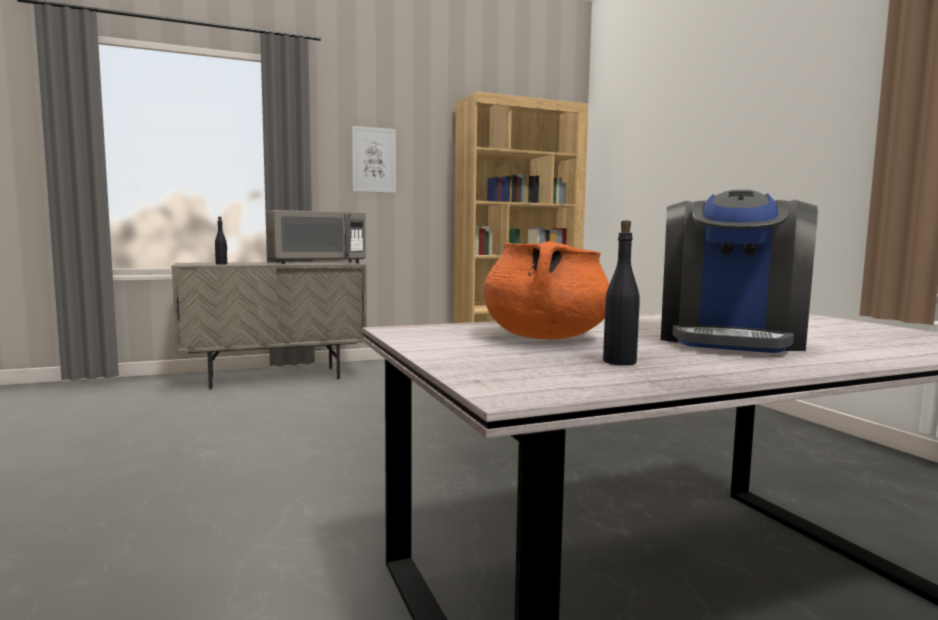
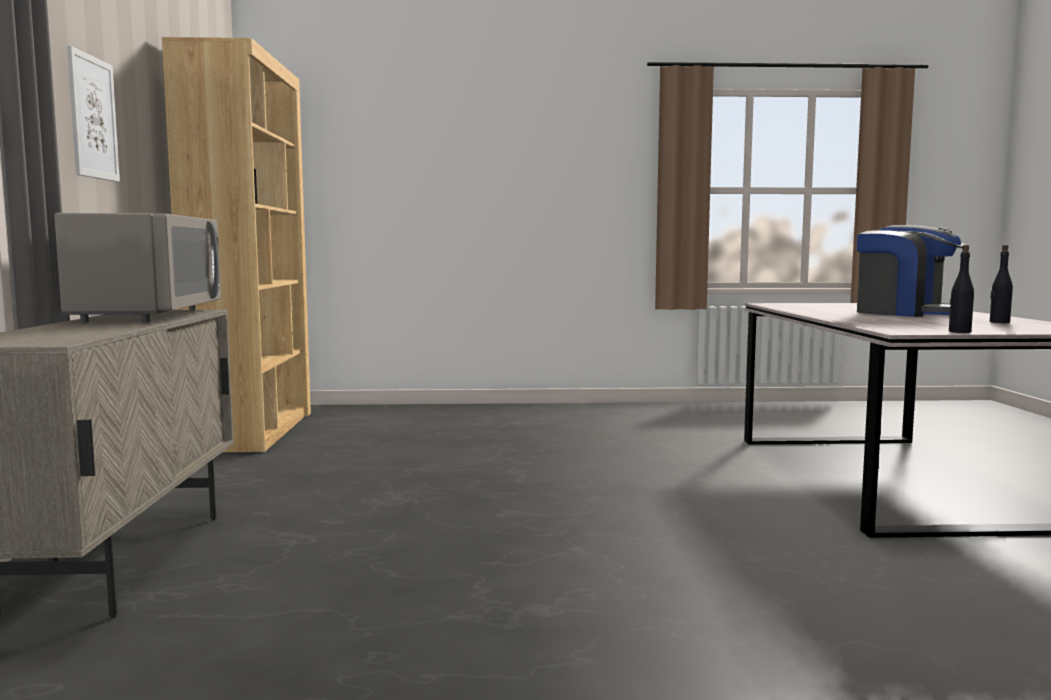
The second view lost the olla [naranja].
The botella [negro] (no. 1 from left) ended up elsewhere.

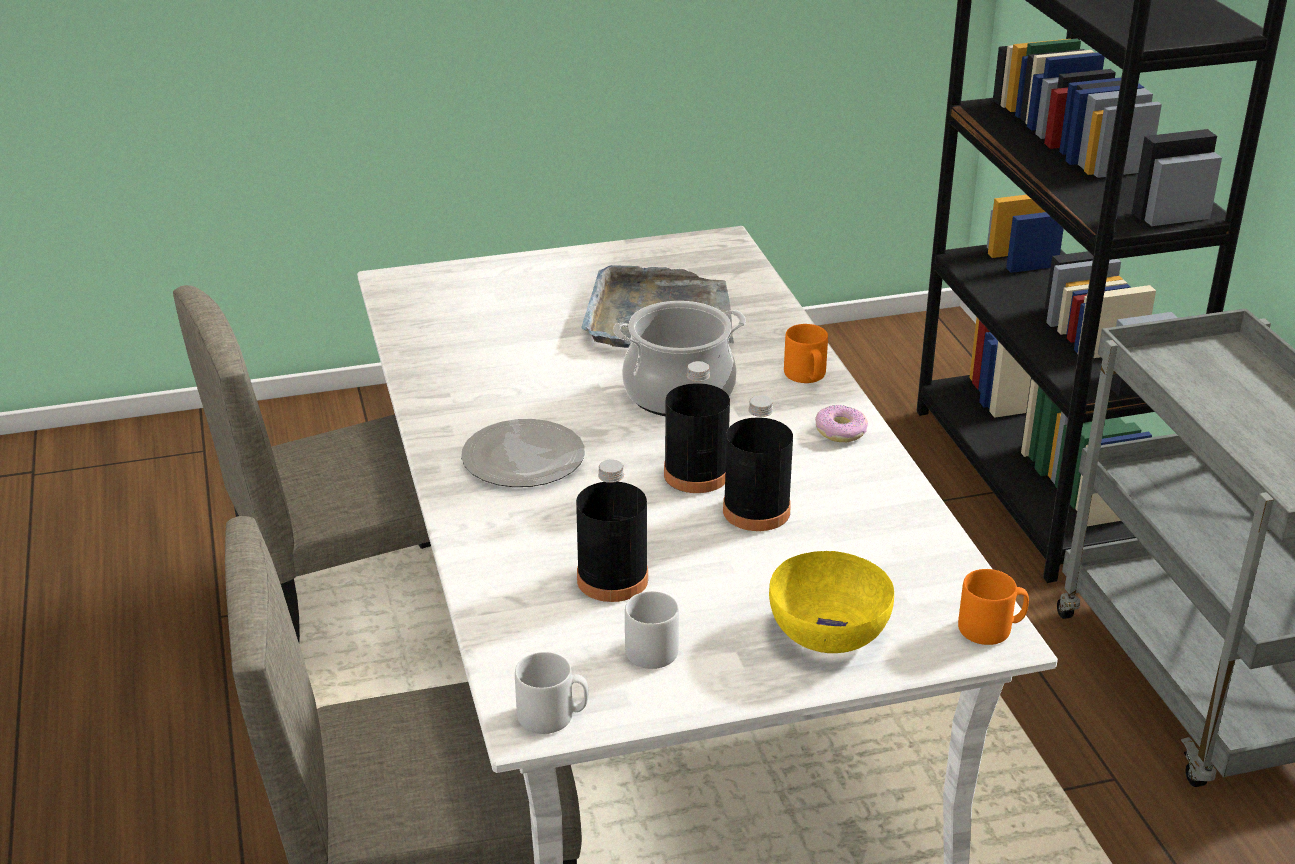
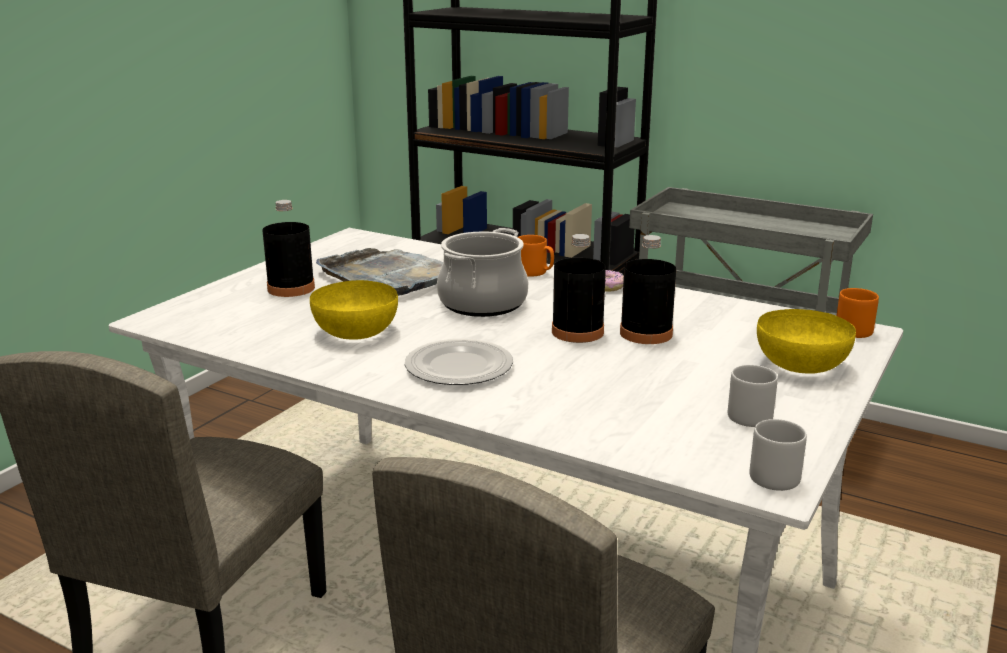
The second view gained the cuenco [amarillo] (no. 1 from left).
The botella [negro] (no. 1 from left) ended up elsewhere.

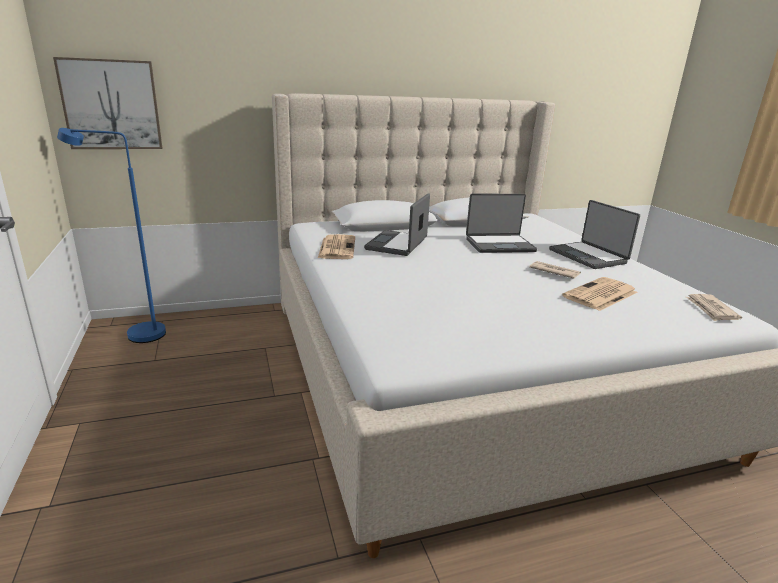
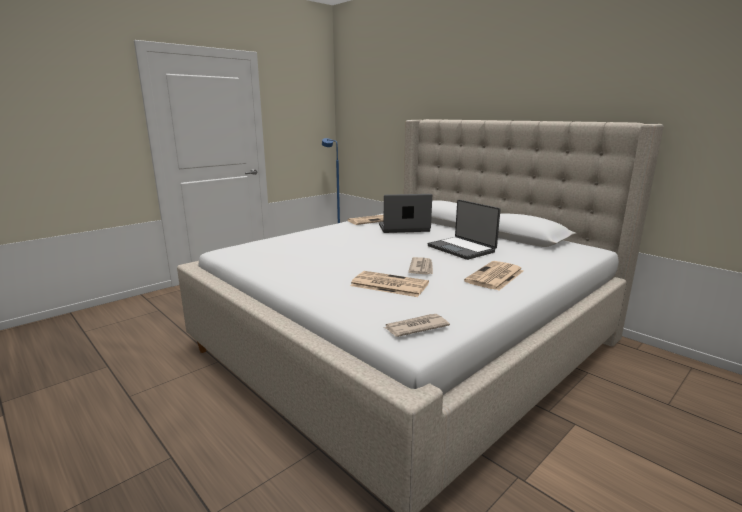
The second view lost the cuadro.
Where the portátil (no. 3 from left) stood, the periódico (no. 5 from left) came to stand.

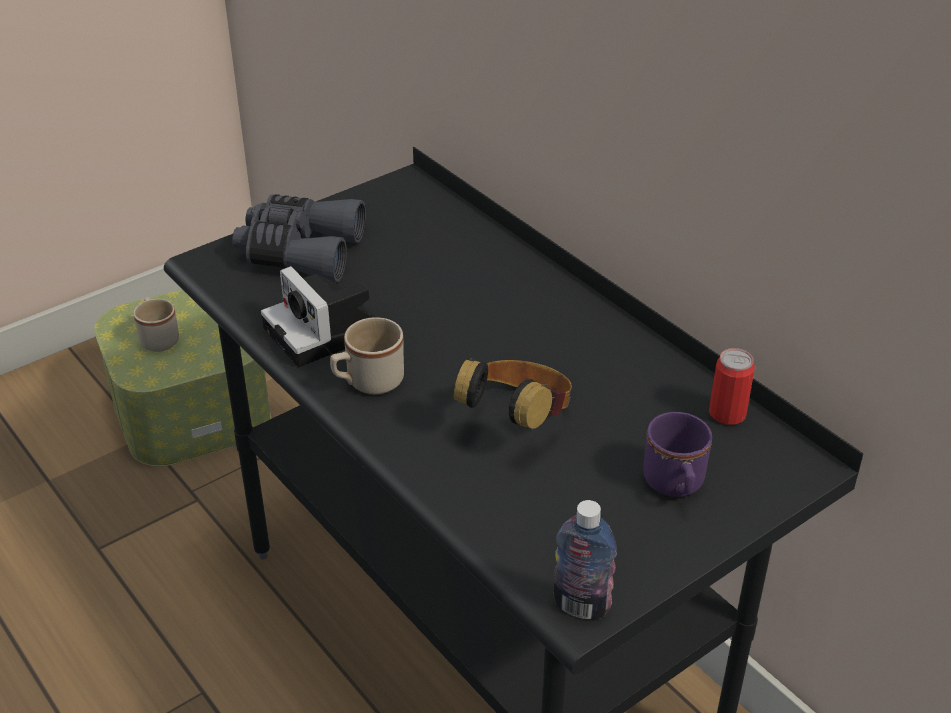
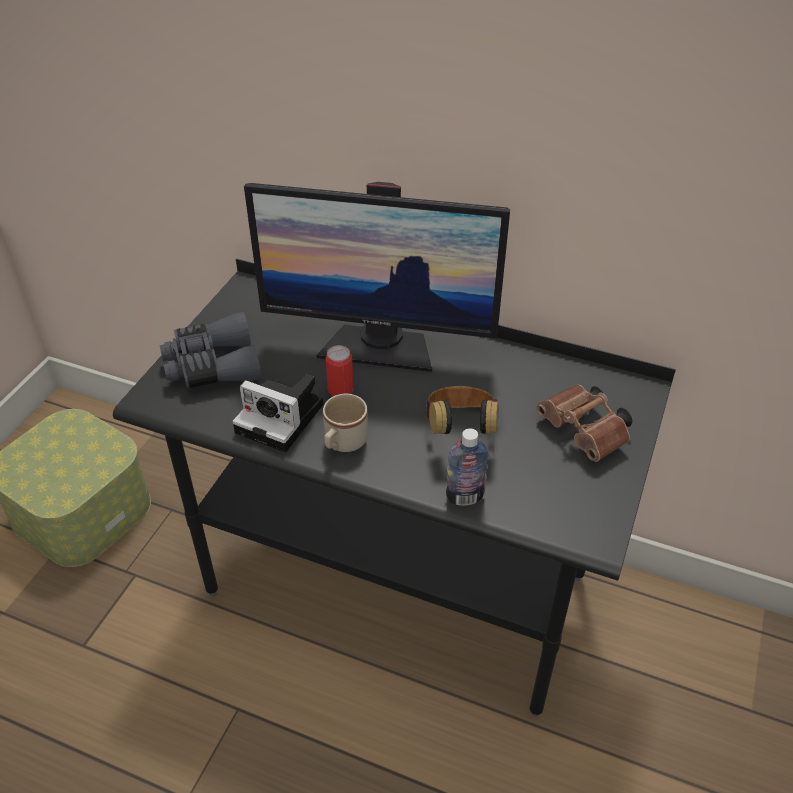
The second view lost the taza grande [beis] (no. 1 from left).
The second view gained the monitor.
The botella ended up elsewhere.
The lata ended up elsewhere.
Where the taza grande [morado] stood, the prismáticos [marrón] came to stand.

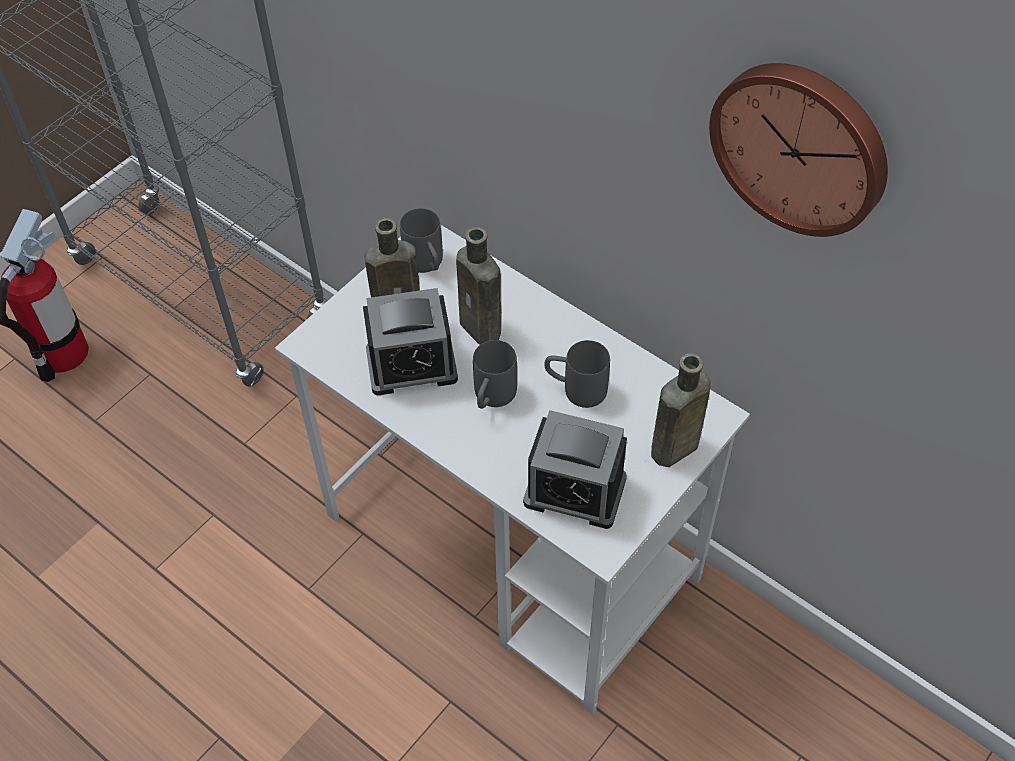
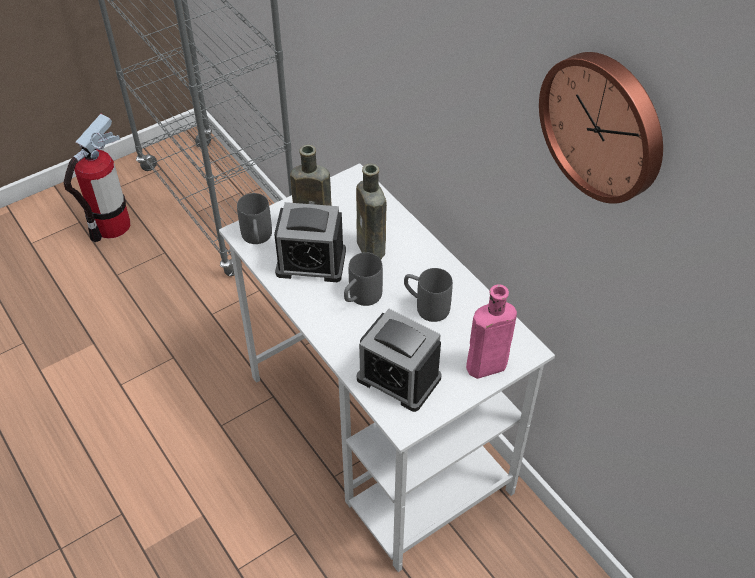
The taza grande [gris] (no. 1 from left) ended up elsewhere.
What was the botella [marrón] (no. 3 from left) turned into the botella [rosa].

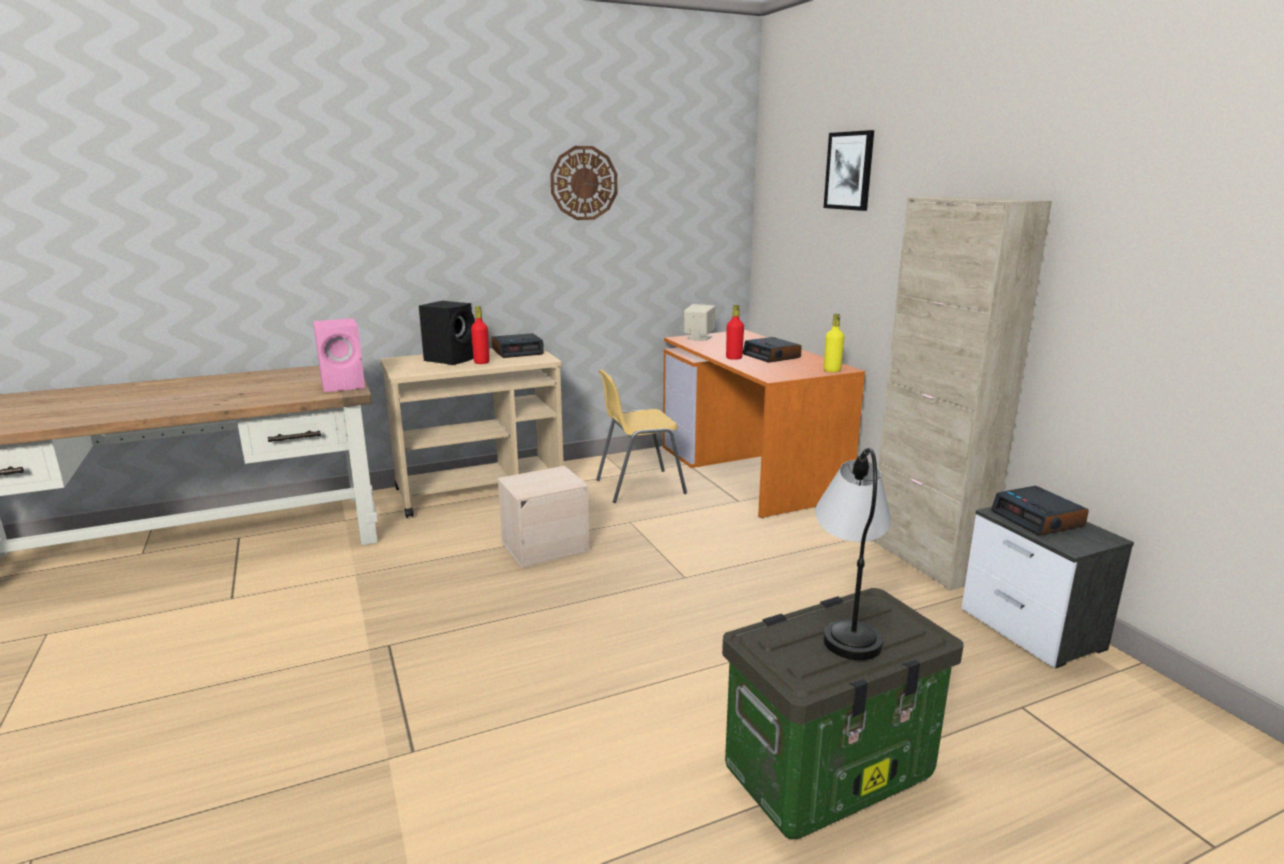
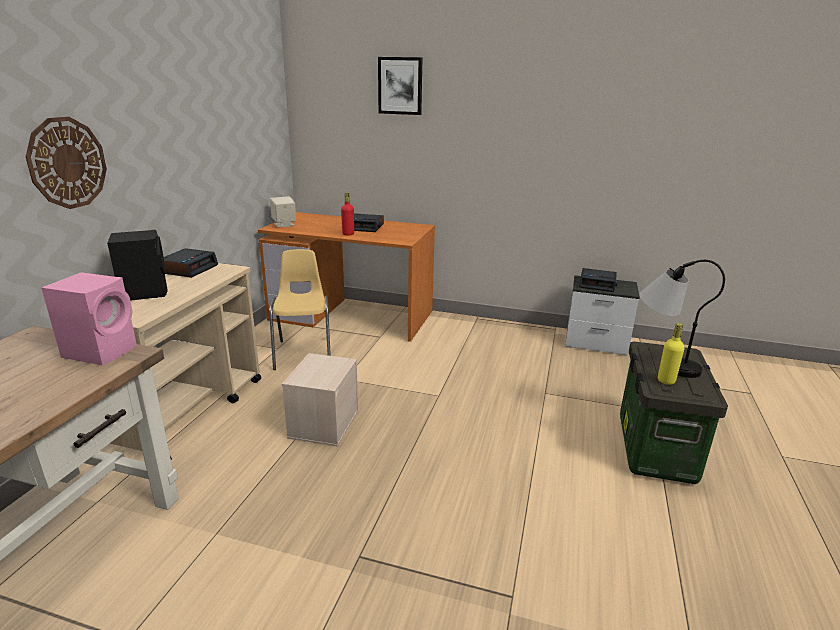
The second view lost the botella [rojo] (no. 1 from left).
The second view lost the armario [beis].
The reloj de pared ended up elsewhere.
The botella [amarillo] ended up elsewhere.
The silla [amarillo] ended up facing another way, 150 degrees clockwise from before.

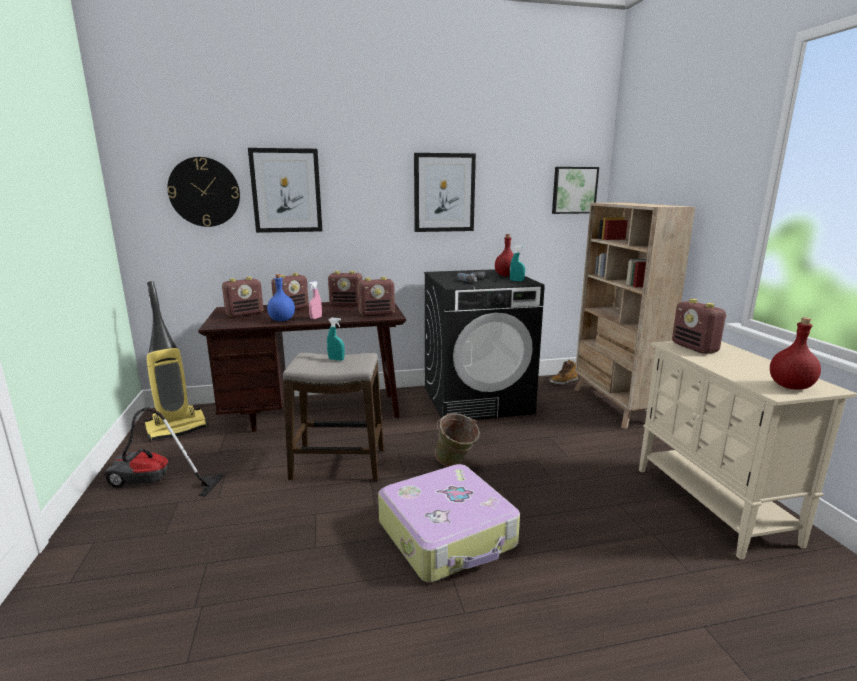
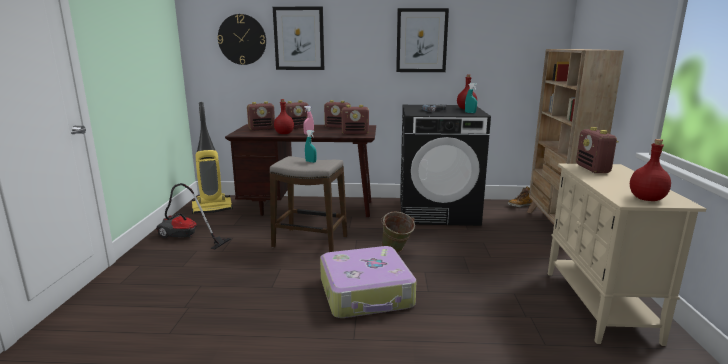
The second view lost the cuadro (no. 3 from left).
What was the botella [azul] turned into the botella [rojo] (no. 1 from left).

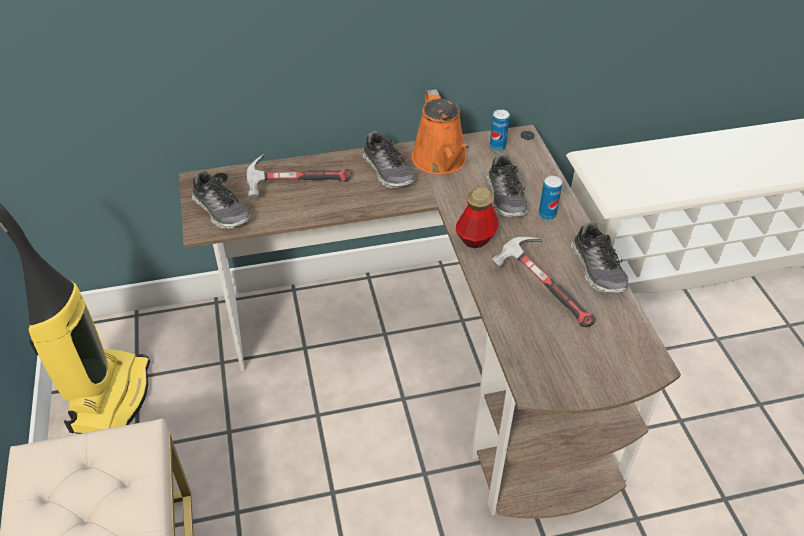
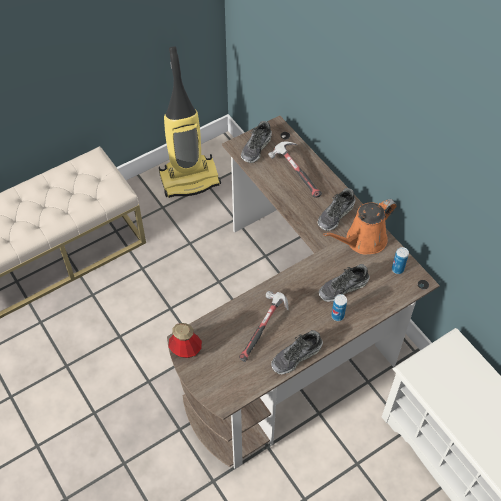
The botella ended up elsewhere.

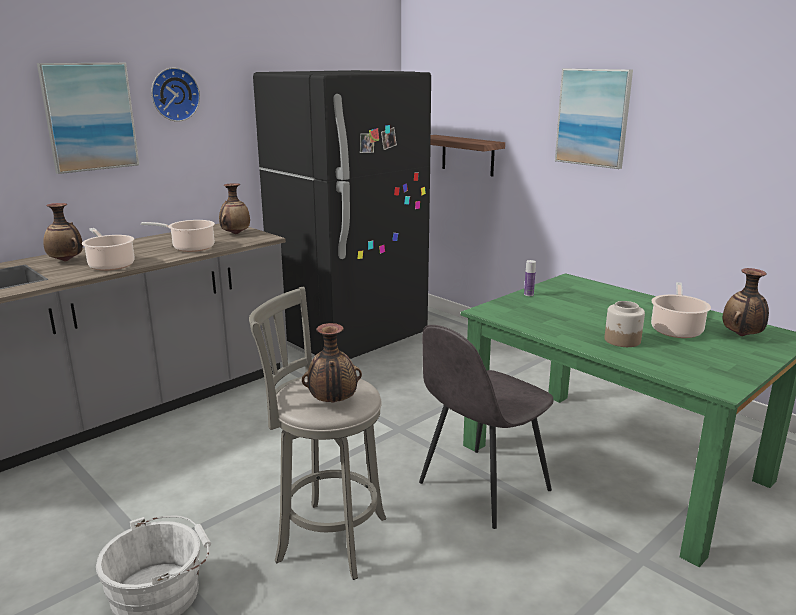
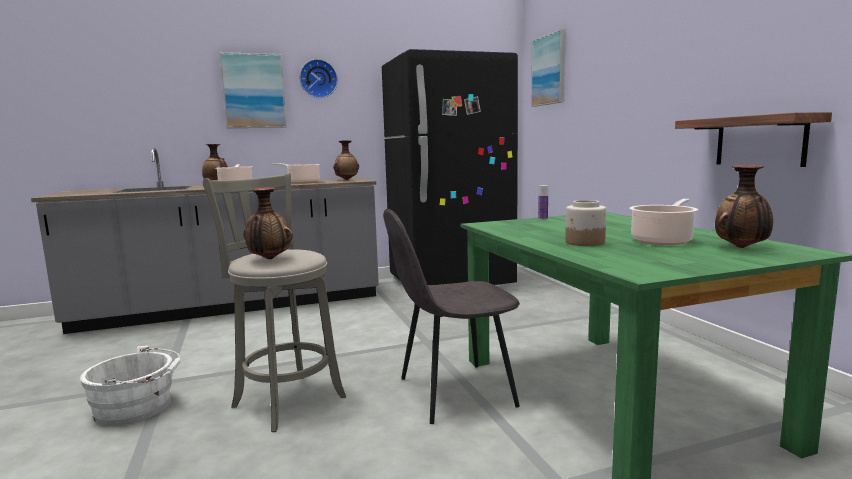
The estante ended up elsewhere.
The cuadro (no. 2 from left) ended up elsewhere.

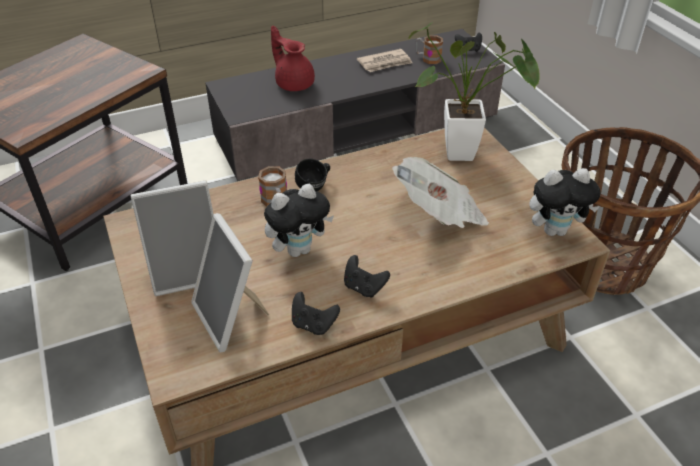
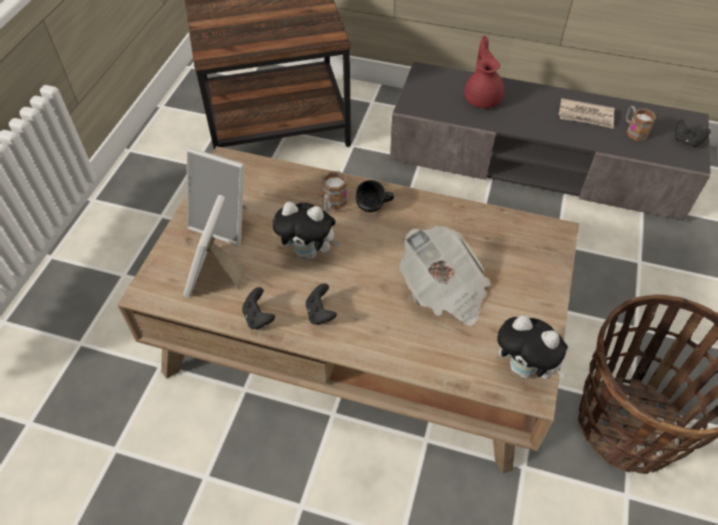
The second view lost the planta en maceta.

